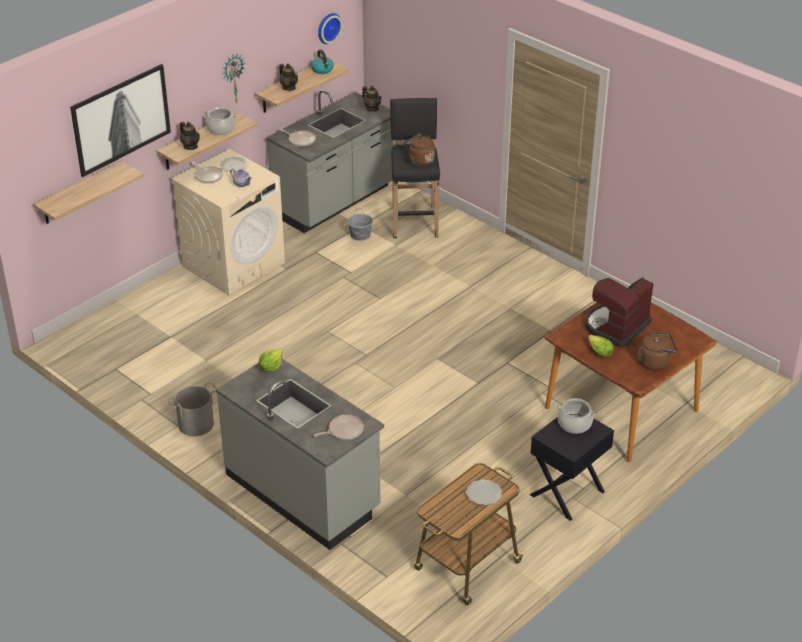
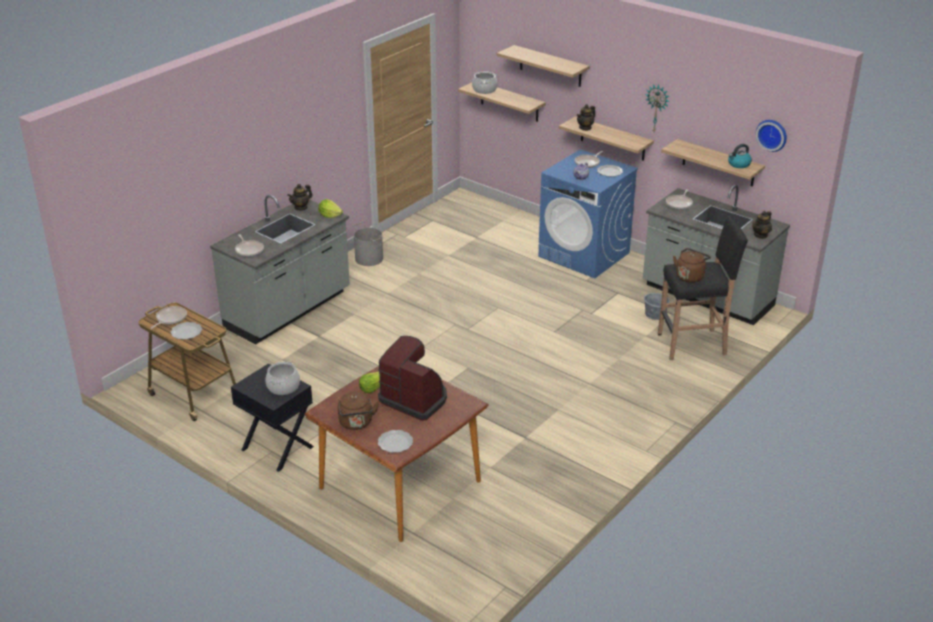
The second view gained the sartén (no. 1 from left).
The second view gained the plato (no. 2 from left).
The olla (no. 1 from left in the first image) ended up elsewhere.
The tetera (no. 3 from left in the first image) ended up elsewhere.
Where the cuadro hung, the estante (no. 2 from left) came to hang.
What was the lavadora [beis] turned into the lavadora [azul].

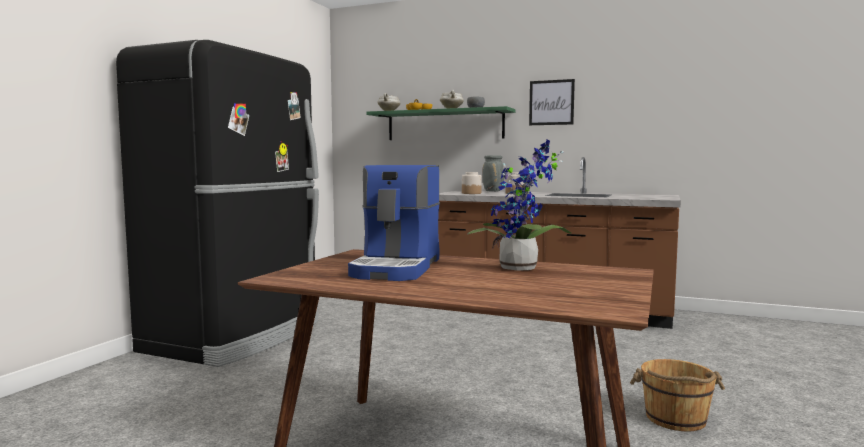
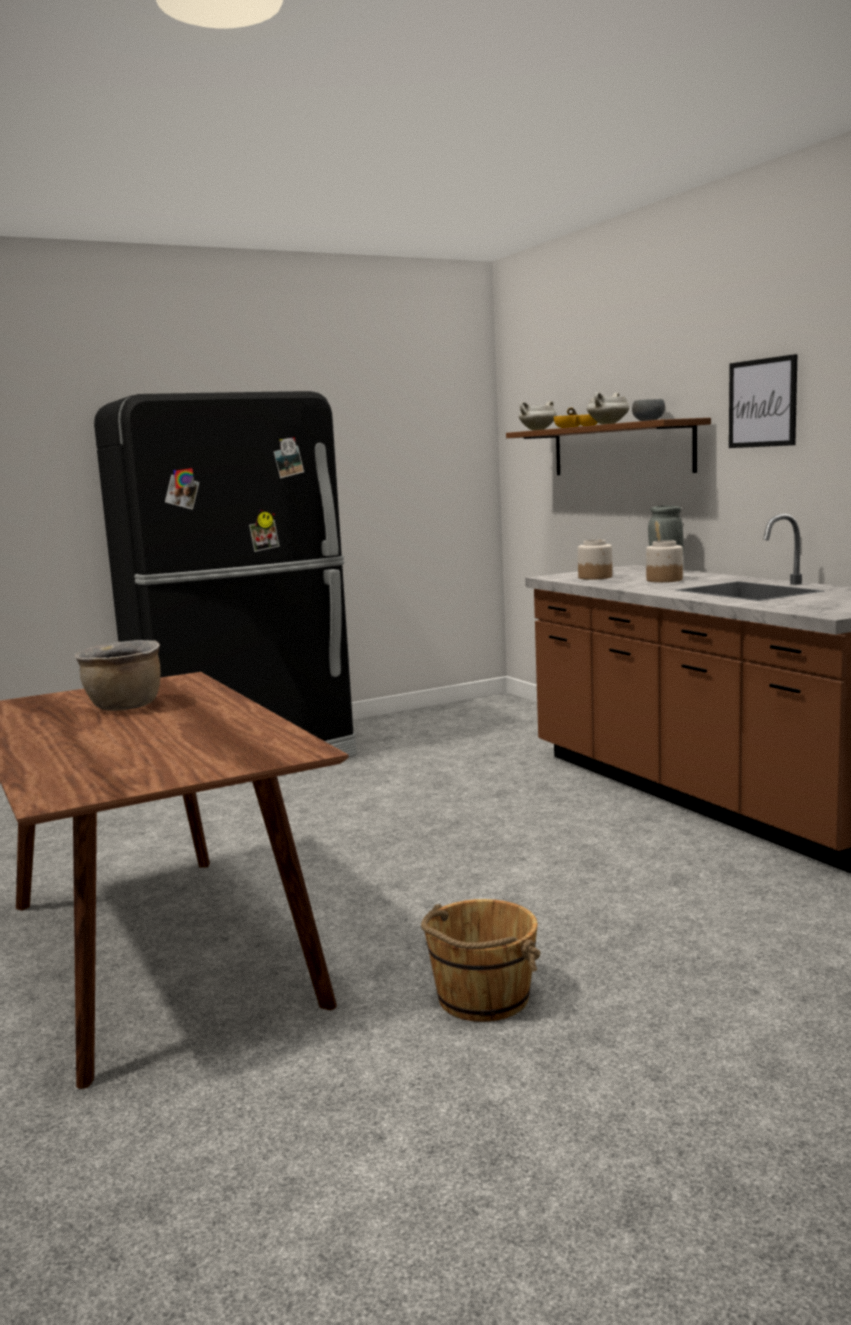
The second view lost the planta en maceta.
Where the cafetera stood, the olla [marrón] came to stand.
What was the estante [verde] turned into the estante [marrón].

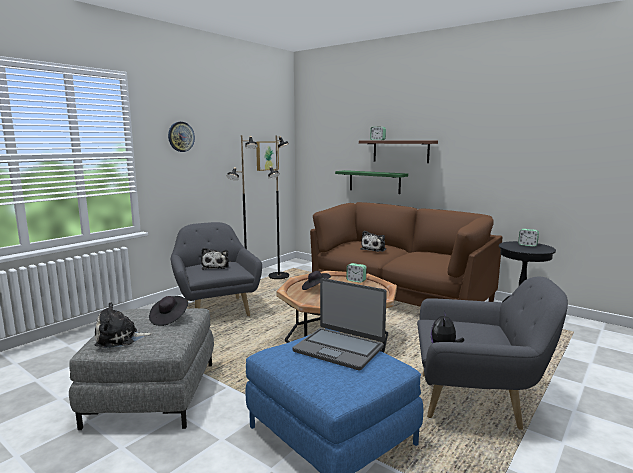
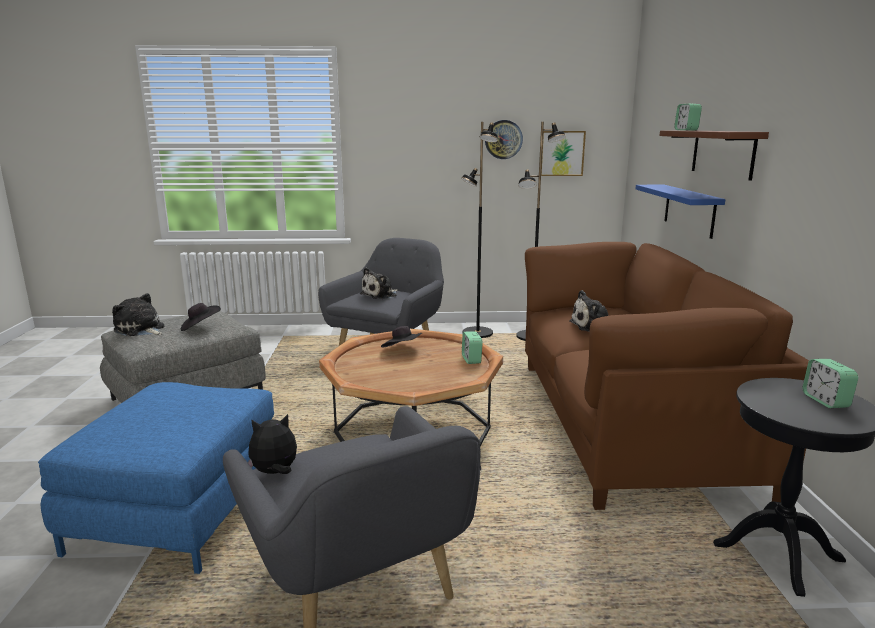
The second view lost the portátil.
The reloj de pared ended up elsewhere.
What was the estante [verde] turned into the estante [azul].

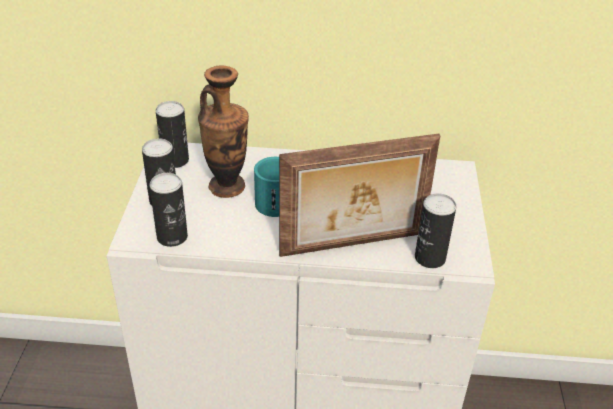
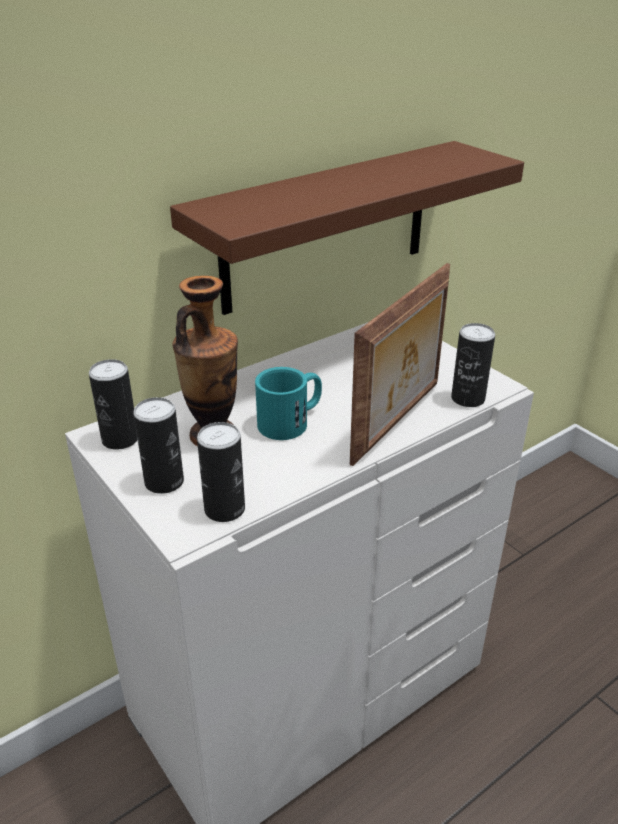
The second view gained the estante [marrón].

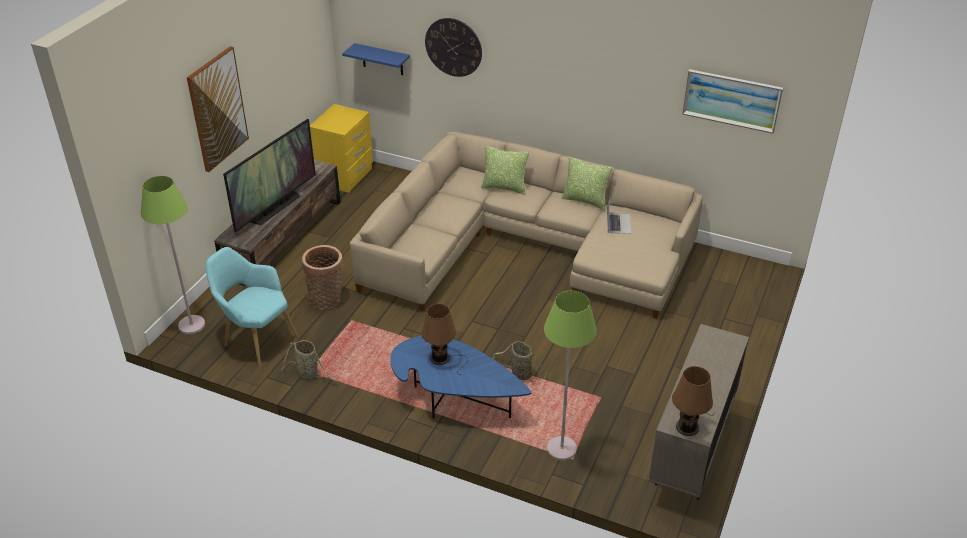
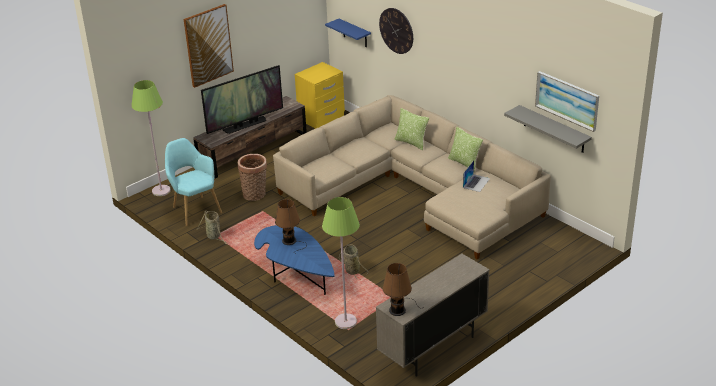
The second view gained the estante [gris].

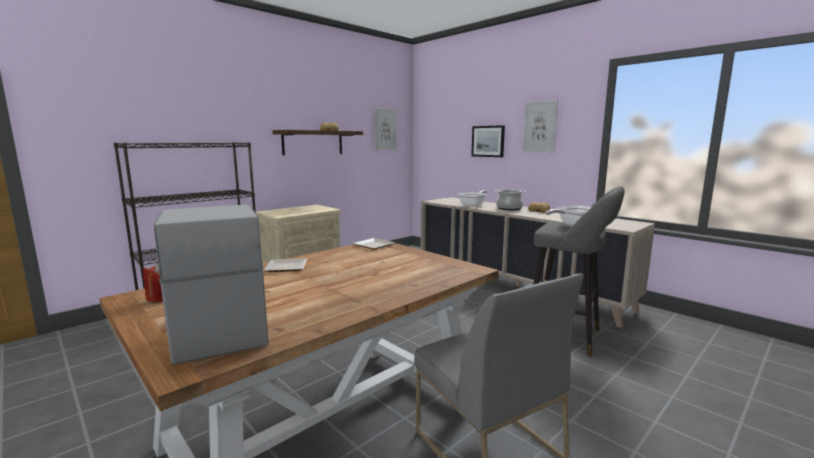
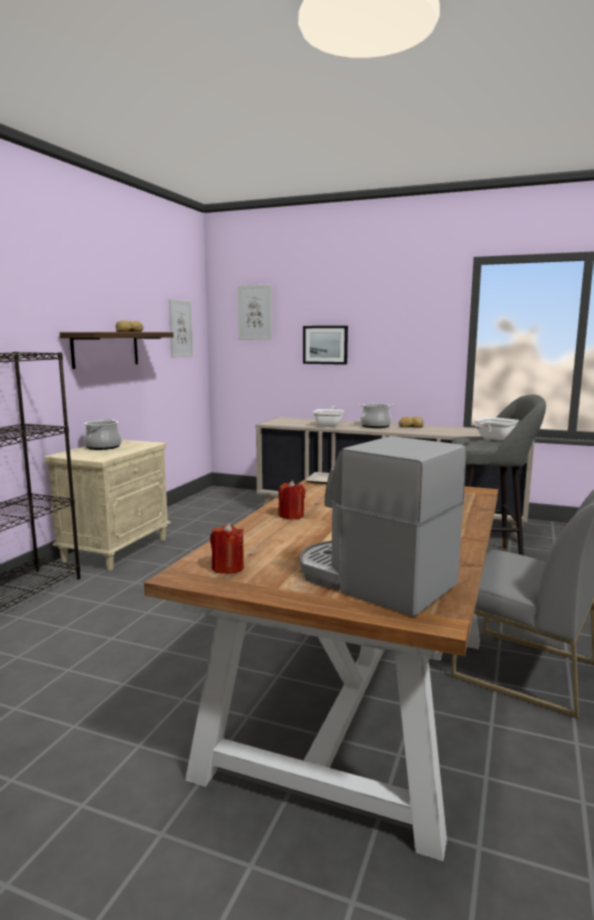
The second view gained the olla (no. 1 from left).
The cuadro (no. 3 from left in the first image) ended up elsewhere.
Where the plato (no. 1 from left) stood, the vela [rojo] (no. 2 from left) came to stand.

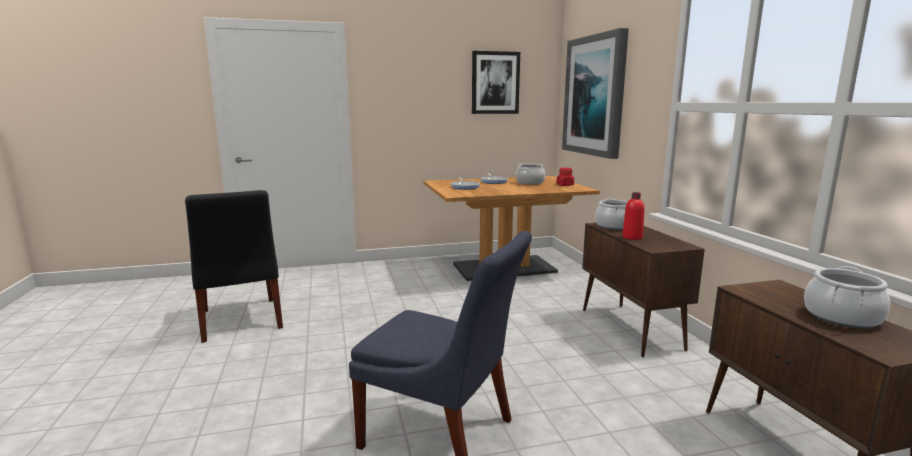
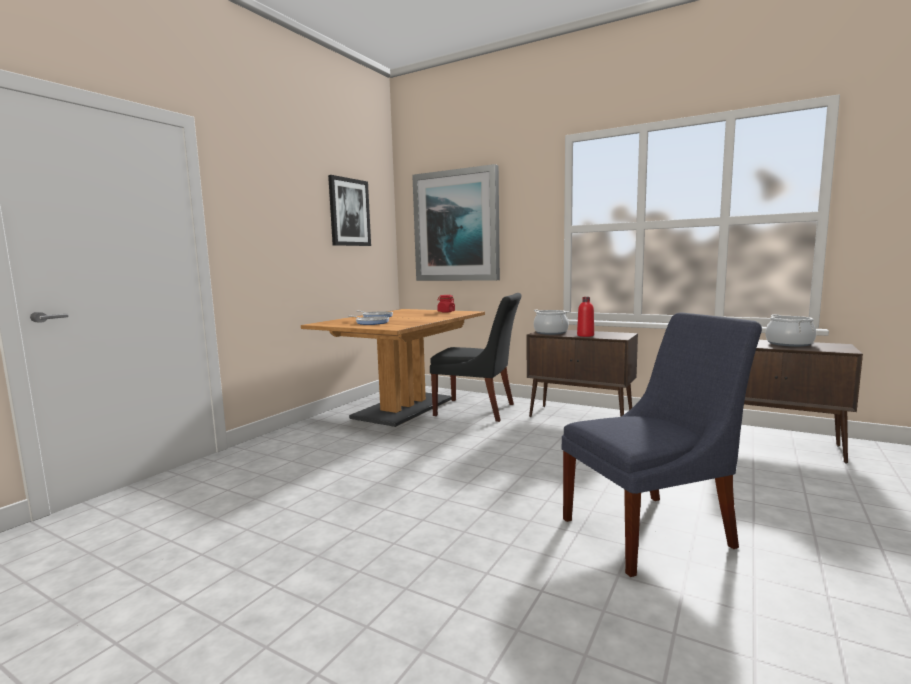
The second view lost the olla (no. 1 from left).
The silla [negro] ended up elsewhere.

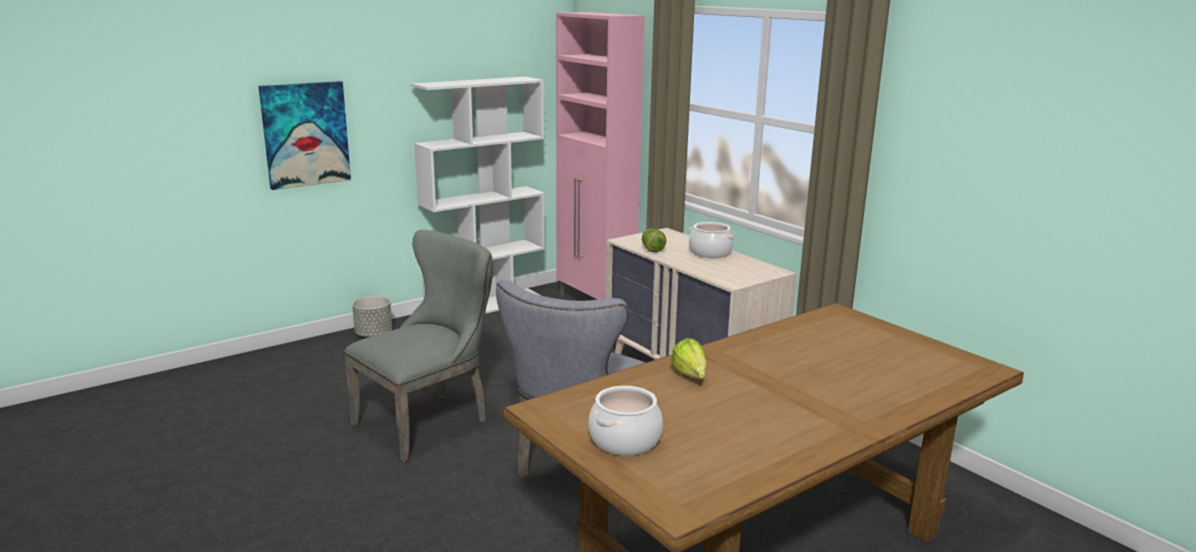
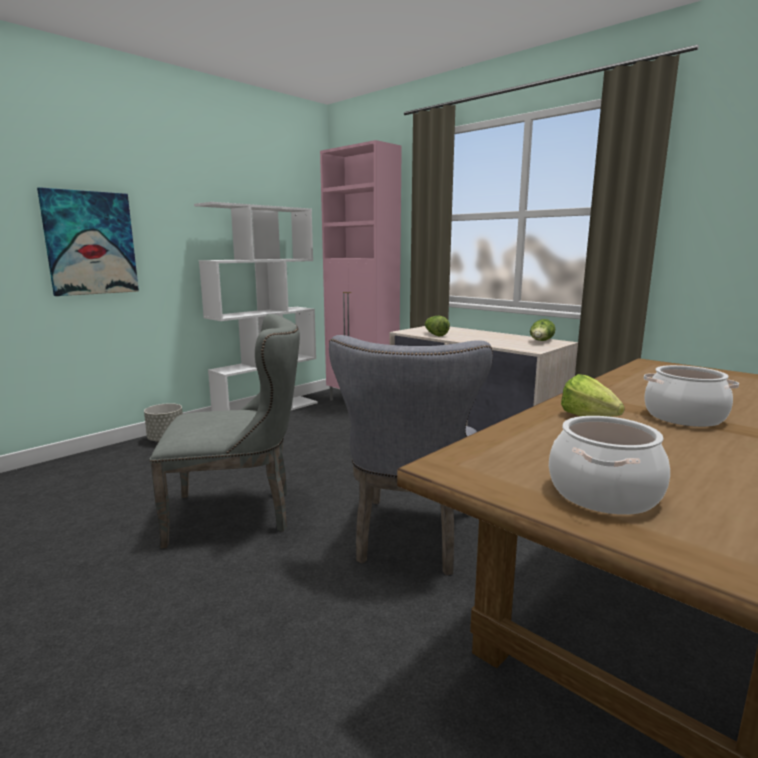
The second view gained the lechuga (no. 2 from left).
The olla (no. 2 from left) ended up elsewhere.
The silla [gris] (no. 1 from left) ended up facing another way, 45 degrees clockwise from before.

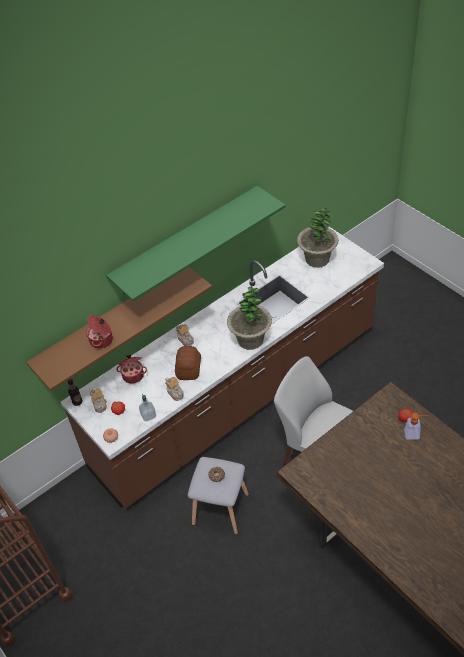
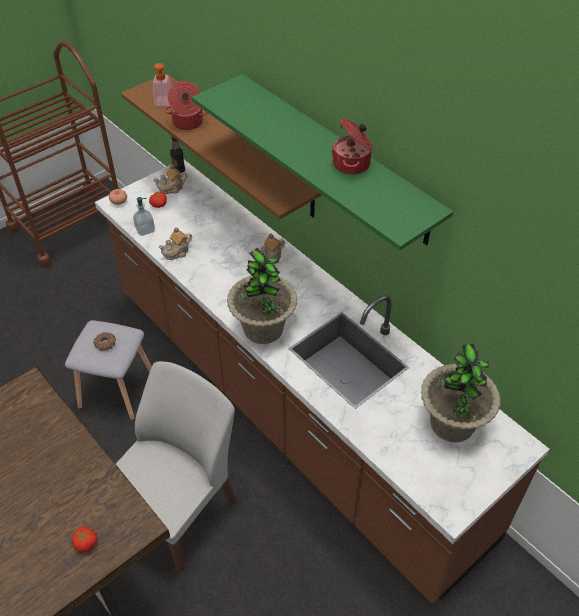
The second view lost the pan.
The olla (no. 2 from left) ended up elsewhere.
The dispensador de jabón (no. 2 from left) ended up elsewhere.

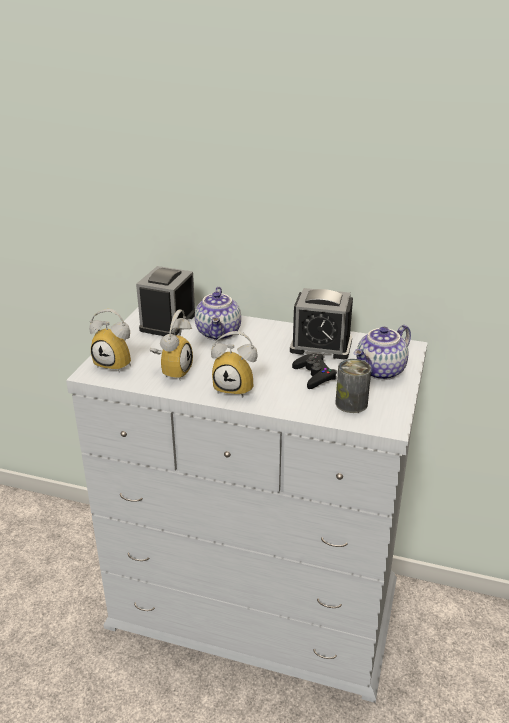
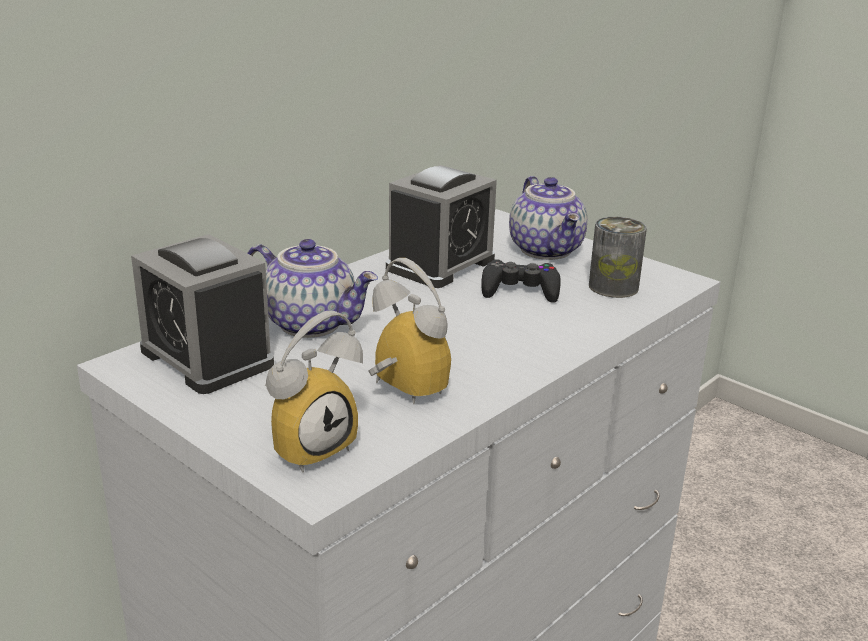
The second view lost the despertador (no. 4 from left).

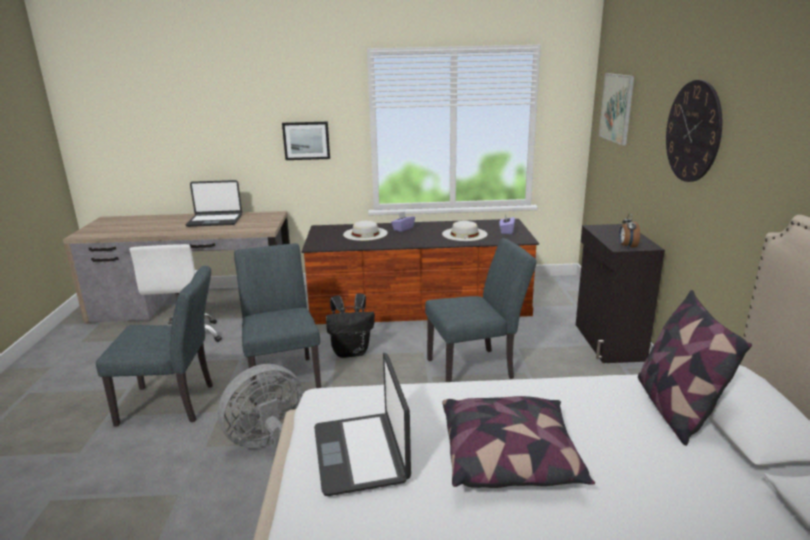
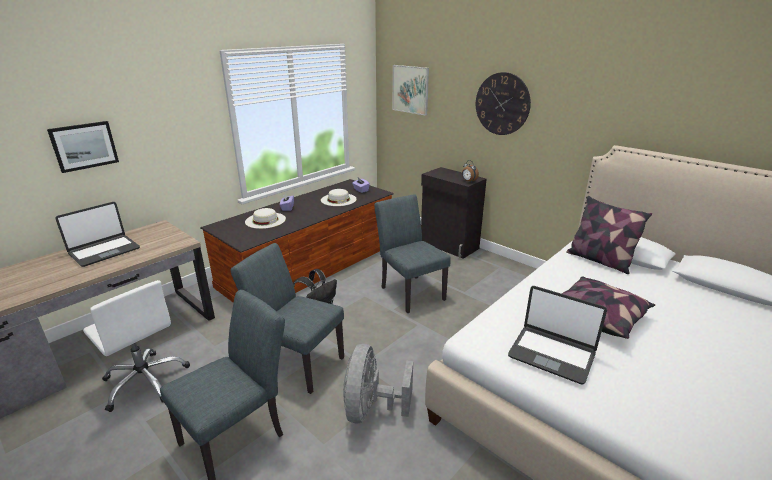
The cuadro (no. 1 from left) ended up elsewhere.
The silla [gris] (no. 3 from left) ended up facing another way, 60 degrees counterclockwise from before.

